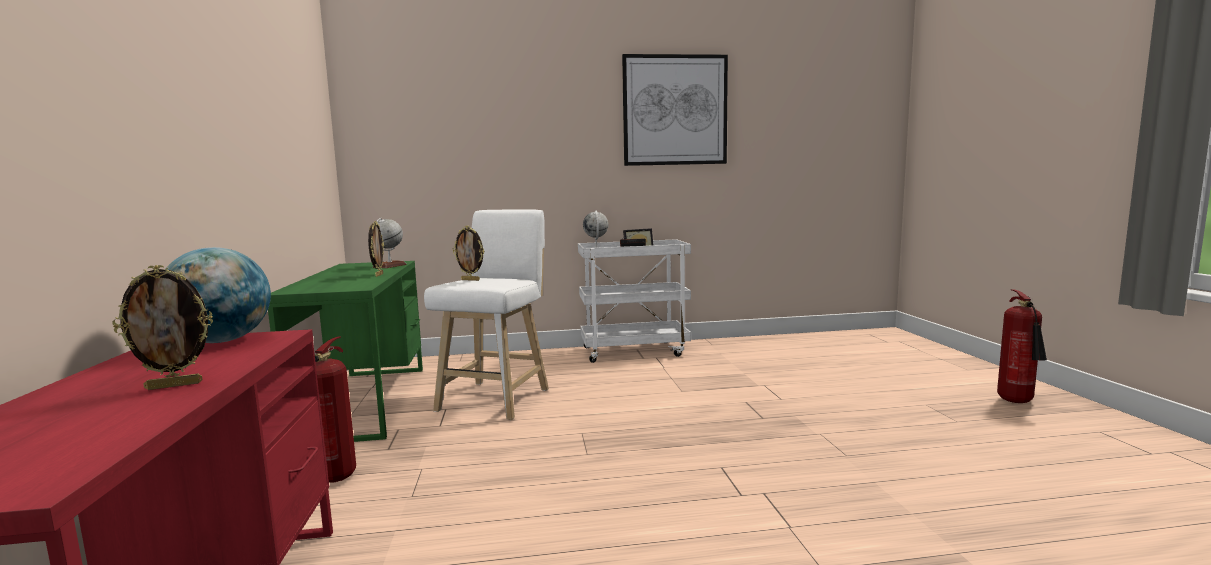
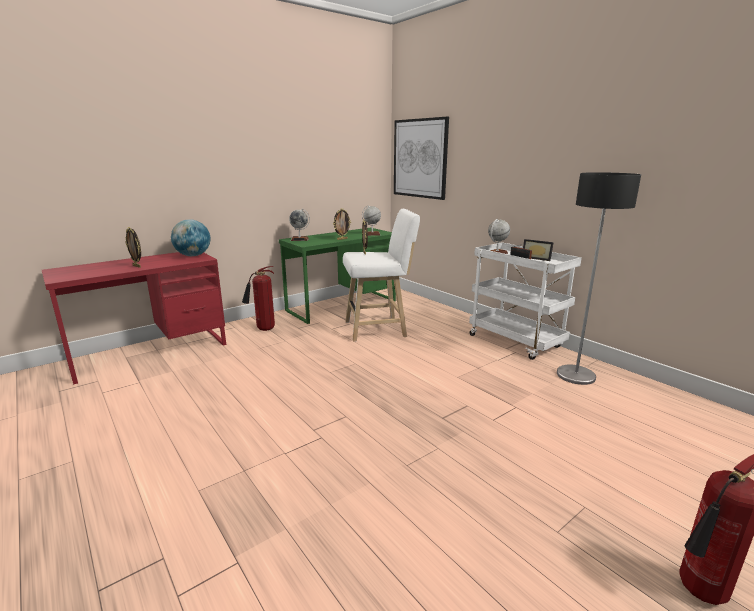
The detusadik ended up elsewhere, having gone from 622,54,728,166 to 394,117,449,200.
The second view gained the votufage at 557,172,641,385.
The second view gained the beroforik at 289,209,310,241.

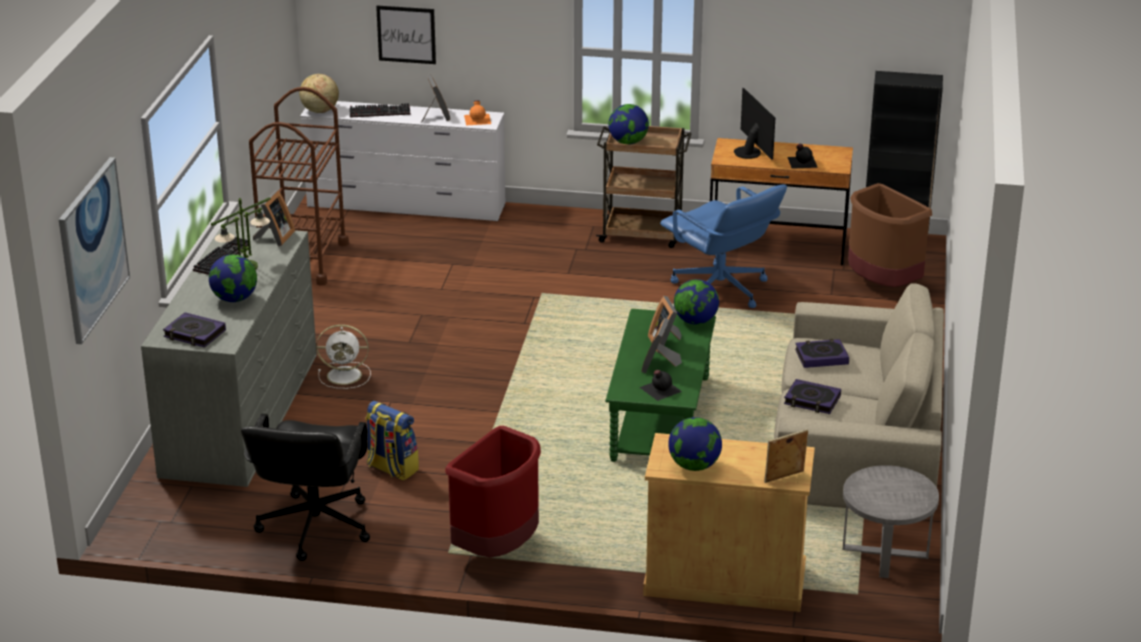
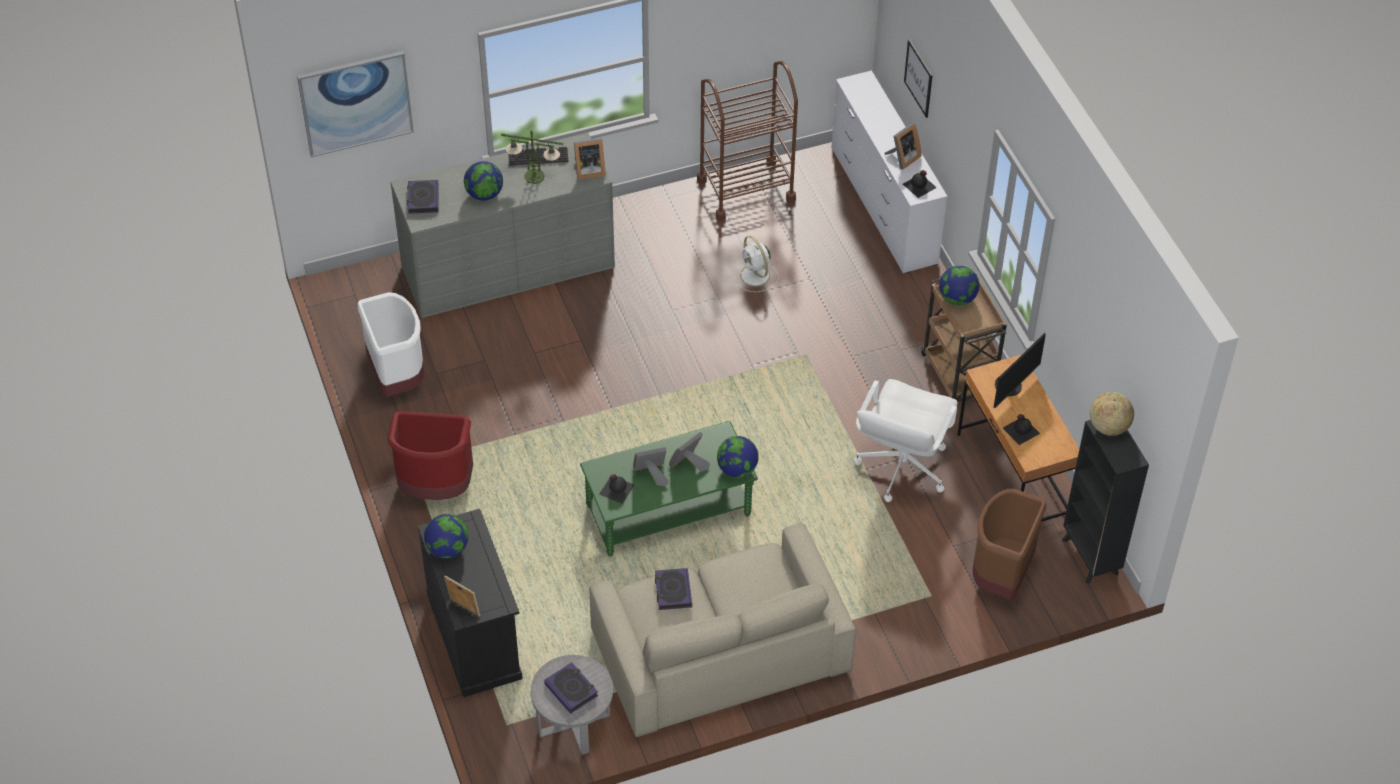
The beroforik ended up elsewhere, having gone from 299,74,339,113 to 1090,392,1134,436.
What was the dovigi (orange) at 464,100,491,125 turned into the dovigi (black) at 903,170,937,198.
The second view lost the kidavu at 349,103,410,118.
What was the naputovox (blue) at 660,184,787,308 turned into the naputovox (white) at 854,379,958,502.
The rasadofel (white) ended up elsewhere, having gone from 316,324,371,389 to 734,236,779,292.
The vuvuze ended up elsewhere, having gone from 795,339,849,368 to 544,662,598,714.
The second view lost the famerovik at 365,401,419,481.
Where the naputovox (black) stood at 241,414,370,561, the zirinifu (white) came to stand at 358,292,424,397.
What was the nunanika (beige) at 643,433,815,612 turned into the nunanika (black) at 418,509,523,697.

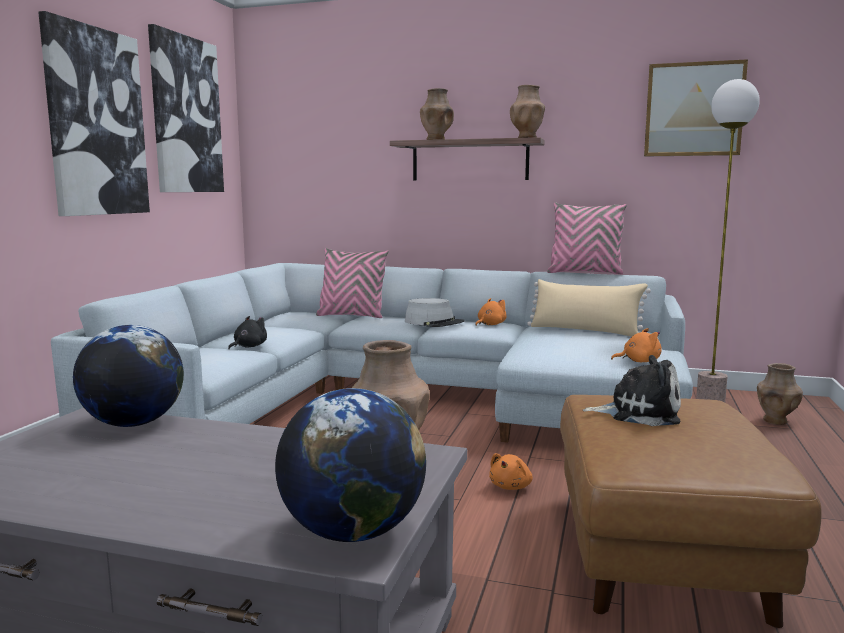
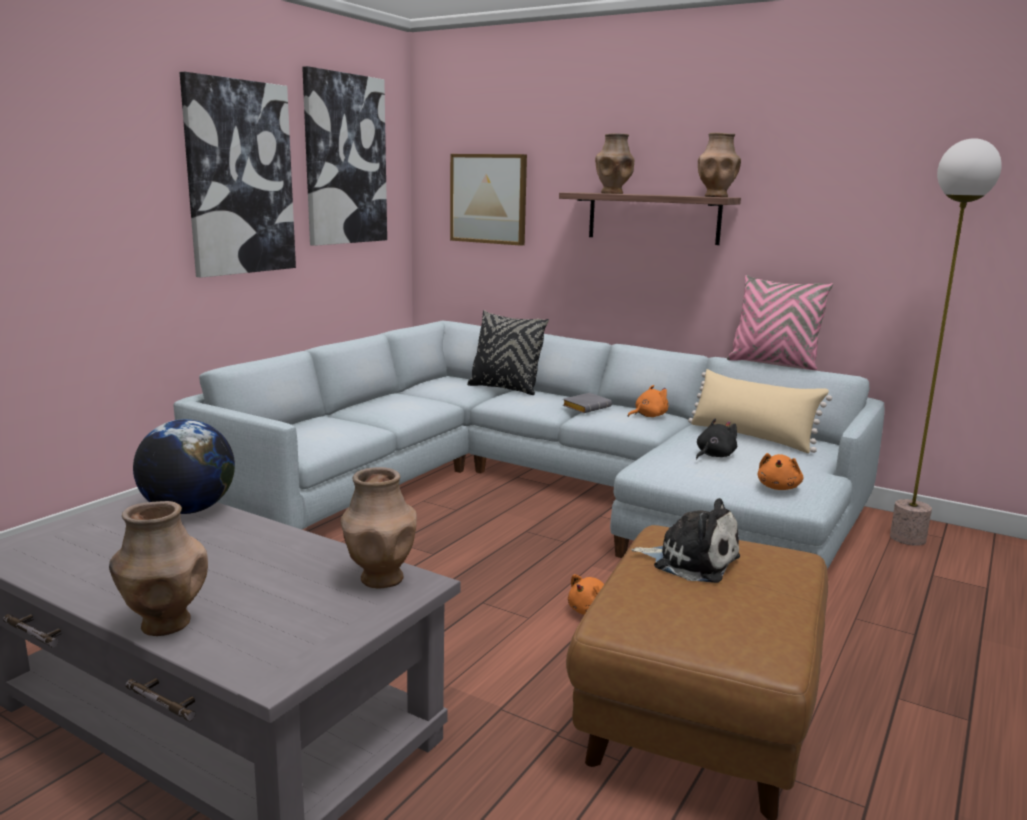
The detusadik ended up elsewhere, having gone from 644,59,748,157 to 450,154,527,246.
What was the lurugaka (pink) at 316,248,389,318 turned into the lurugaka (black) at 467,310,549,395.
Where the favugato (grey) stood at 405,298,465,327, the vuvuze (grey) came to stand at 562,393,612,413.
The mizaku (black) ended up elsewhere, having gone from 228,316,267,349 to 696,419,737,459.
The mizaku (orange) at 611,328,662,363 ended up facing another way, 105 degrees clockwise from before.
The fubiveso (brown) ended up elsewhere, having gone from 757,363,803,425 to 109,501,208,636.
The second view lost the beroforik at 275,388,426,542.

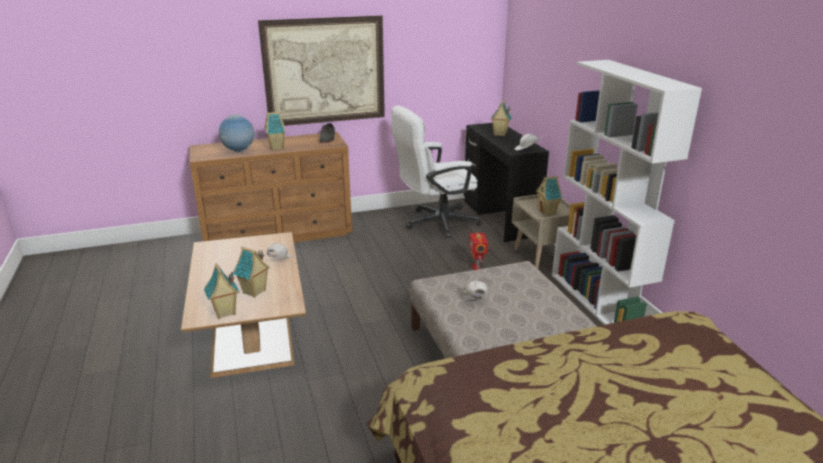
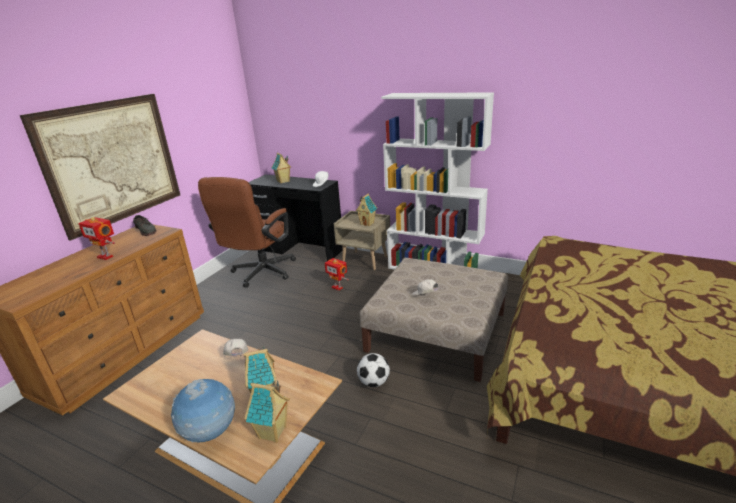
What was the naputovox (white) at 391,105,482,238 turned into the naputovox (brown) at 198,177,296,288.
Where the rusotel stood at 265,112,286,150, the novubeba came to stand at 78,217,115,260.
The beroforik ended up elsewhere, having gone from 218,114,256,153 to 171,379,235,443.
The second view gained the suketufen at 357,353,390,387.

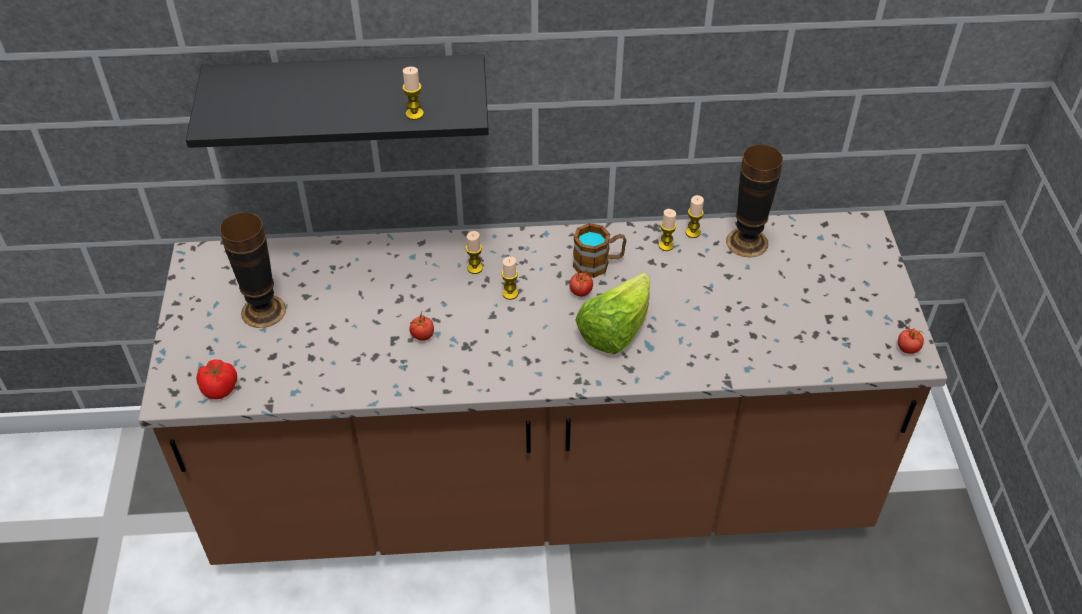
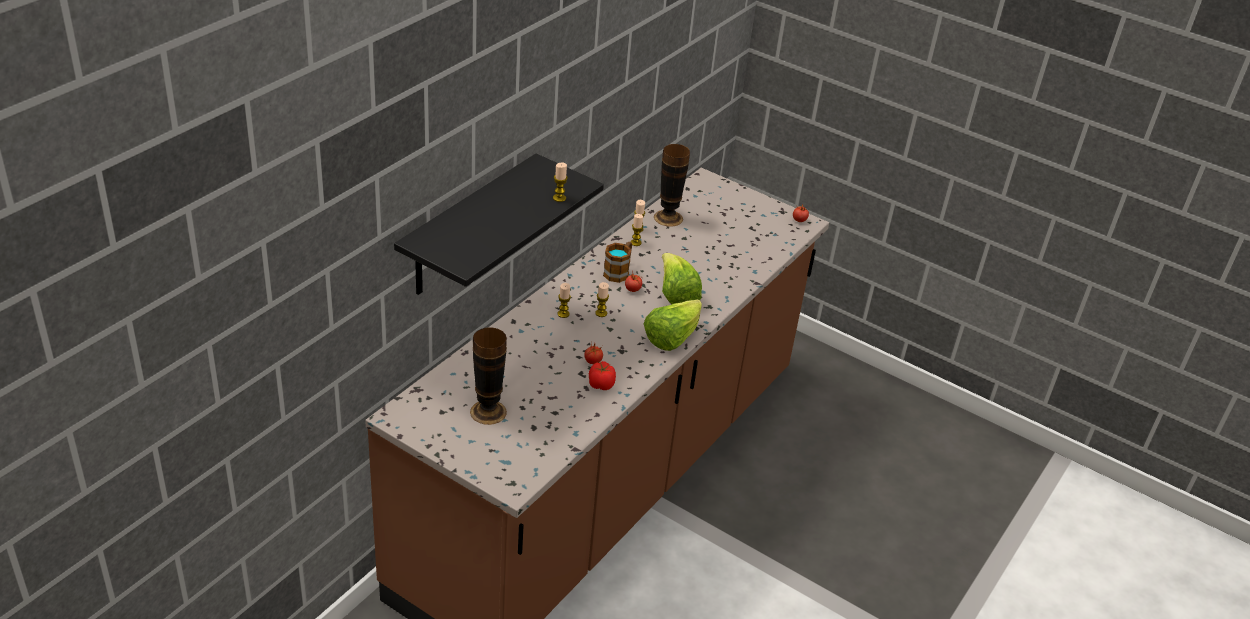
The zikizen ended up elsewhere, having gone from 196,360,237,399 to 589,361,616,390.
The second view gained the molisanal at 644,299,702,351.

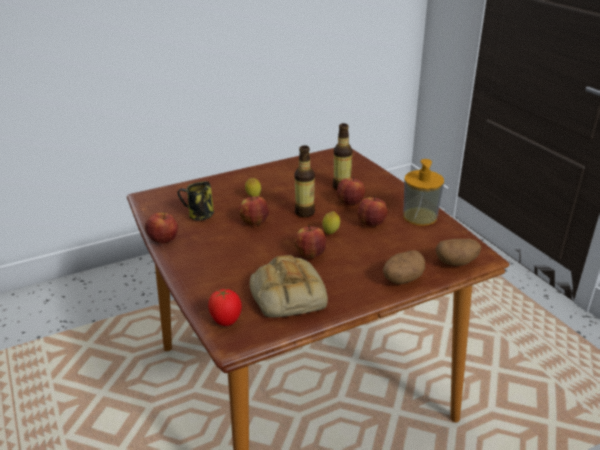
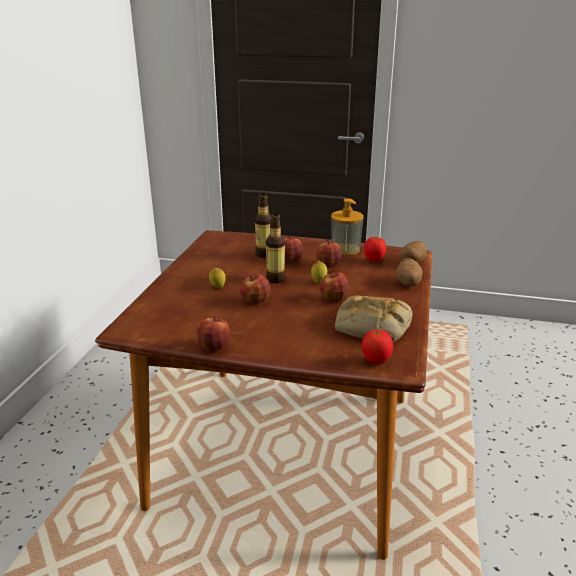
The second view lost the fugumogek at 177,181,214,221.
The second view gained the zikizen at 364,237,386,262.

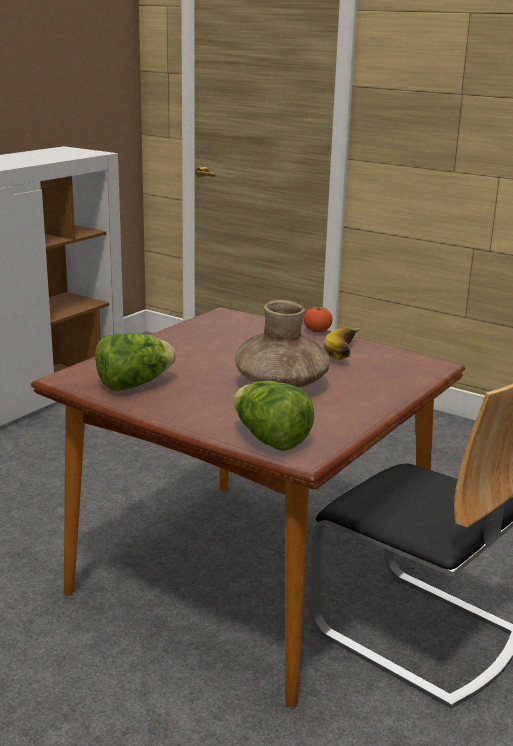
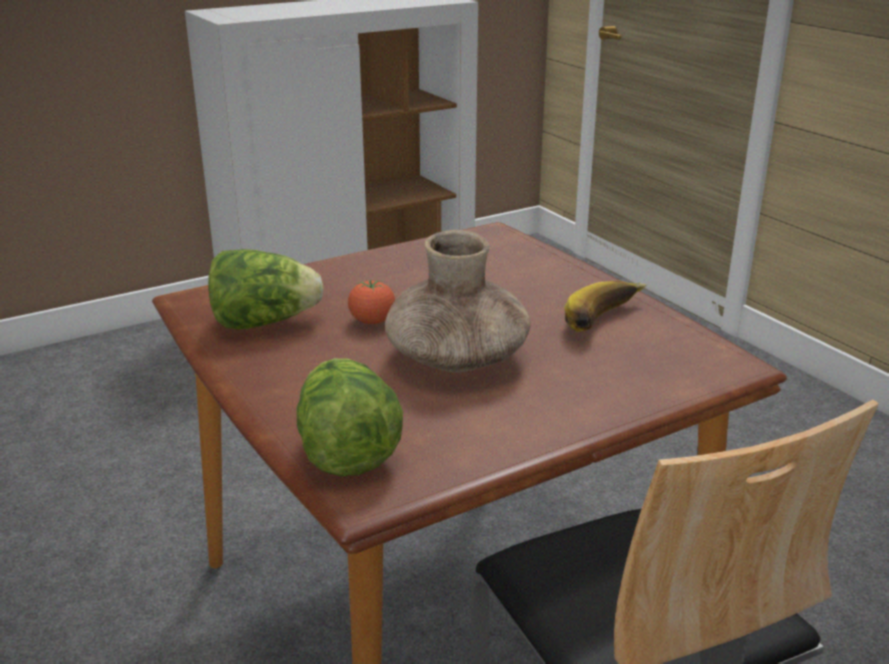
The zikizen ended up elsewhere, having gone from 304,306,332,333 to 348,279,395,324.

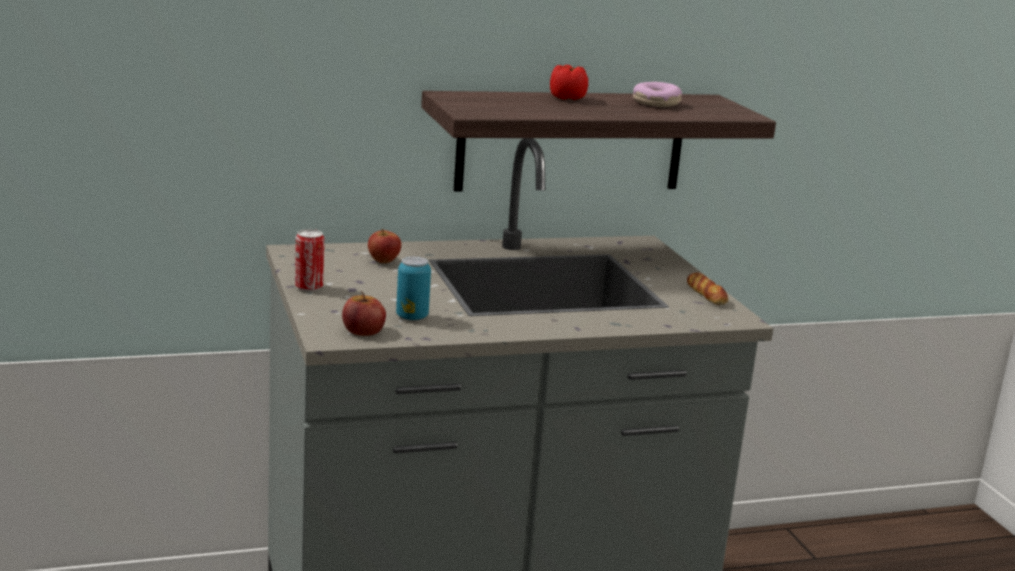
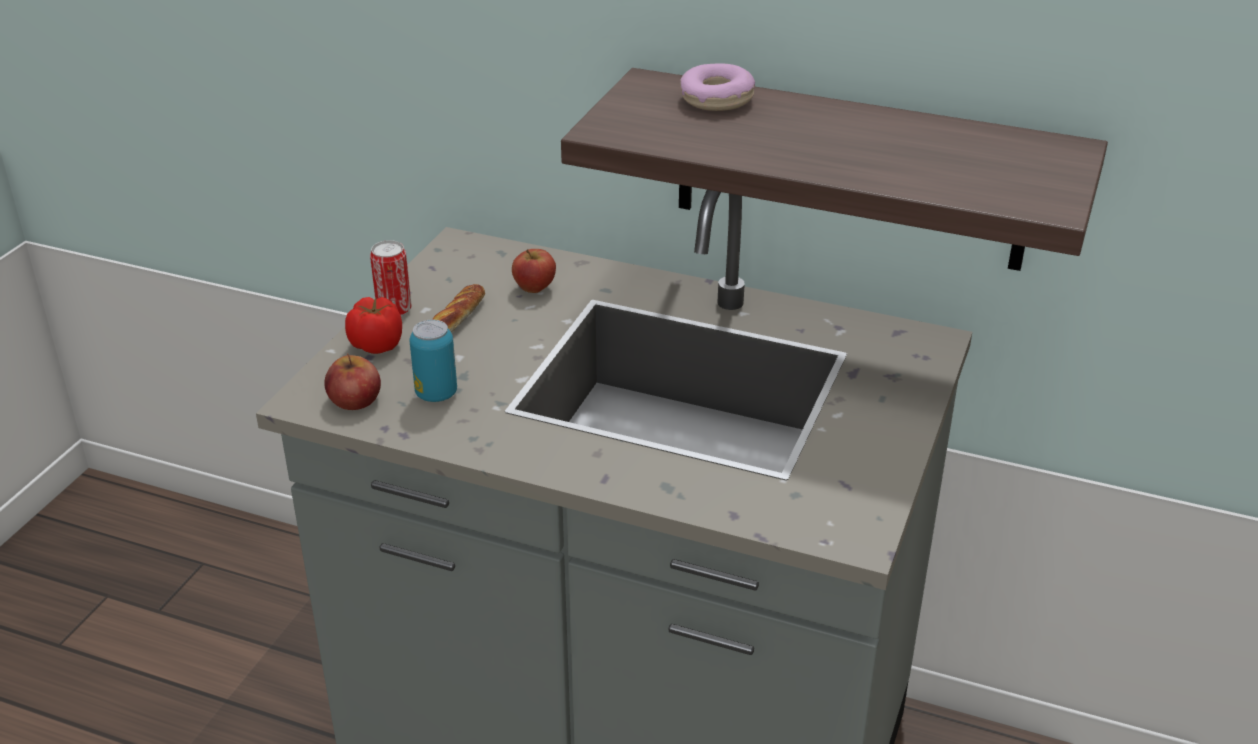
The zikizen ended up elsewhere, having gone from 550,65,588,100 to 345,297,402,354.
The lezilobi ended up elsewhere, having gone from 633,82,682,107 to 680,63,755,111.
The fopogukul ended up elsewhere, having gone from 687,273,728,305 to 433,284,485,332.

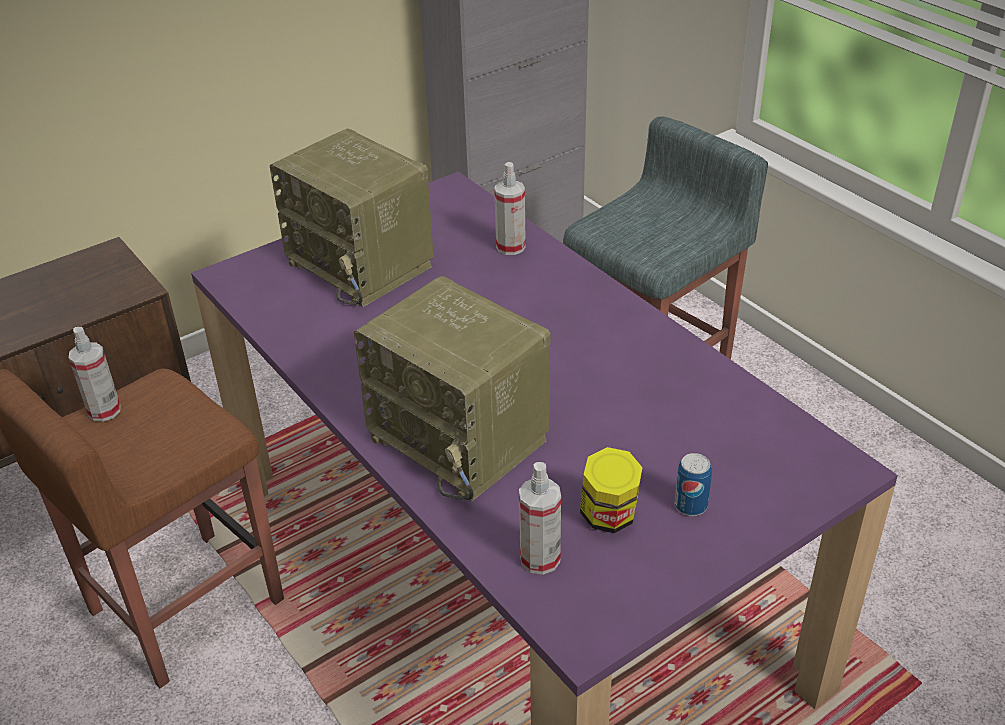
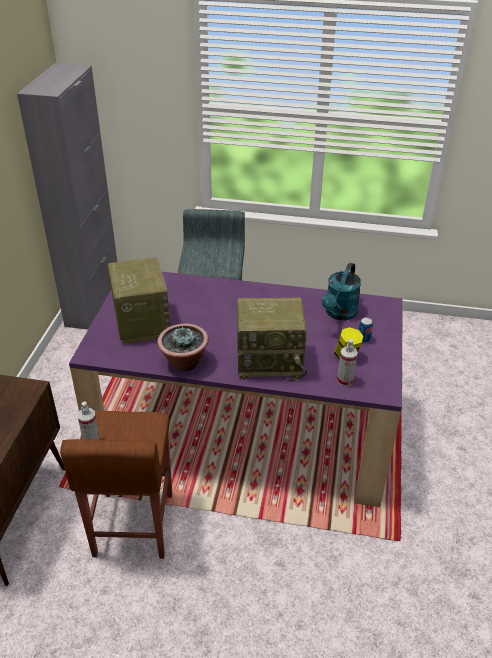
The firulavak at 270,128,434,307 ended up facing another way, 105 degrees counterclockwise from before.
The second view lost the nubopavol at 494,162,526,255.
The second view gained the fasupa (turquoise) at 321,263,361,320.
The second view gained the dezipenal at 158,324,209,371.

